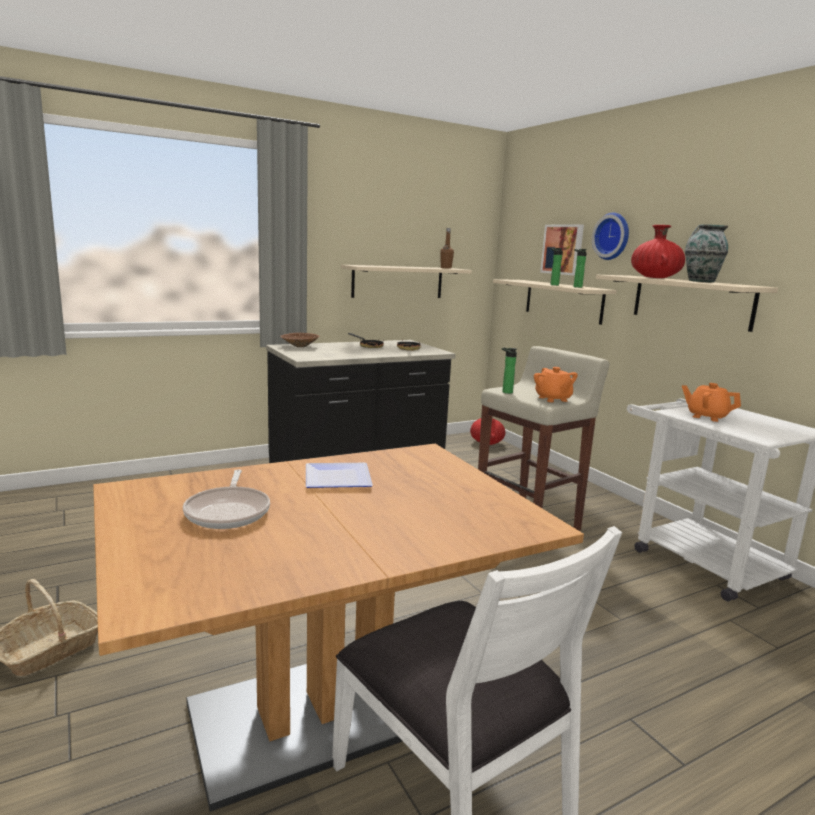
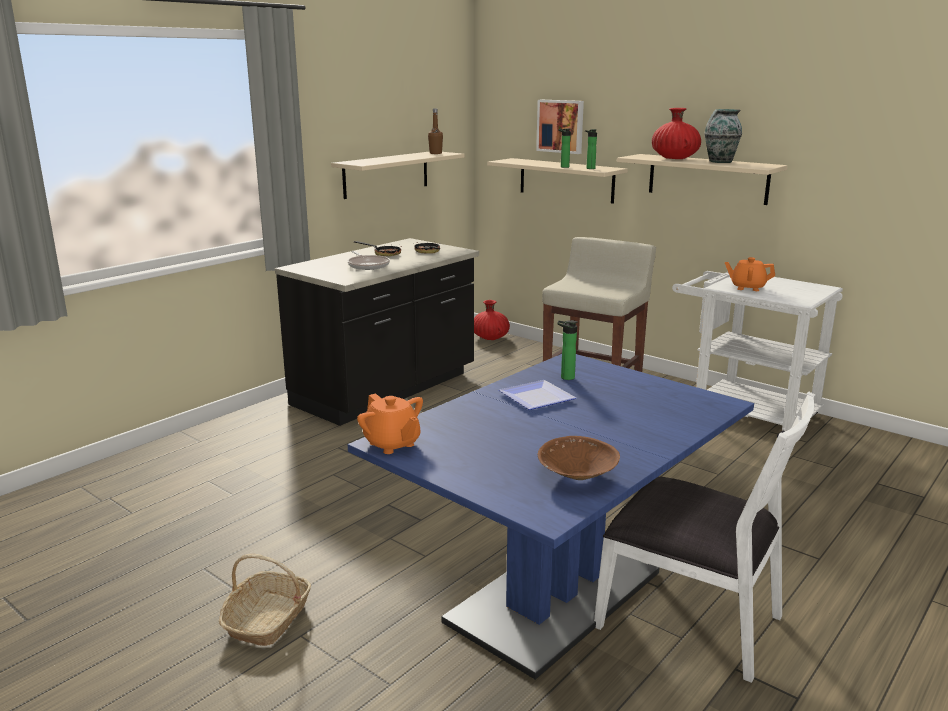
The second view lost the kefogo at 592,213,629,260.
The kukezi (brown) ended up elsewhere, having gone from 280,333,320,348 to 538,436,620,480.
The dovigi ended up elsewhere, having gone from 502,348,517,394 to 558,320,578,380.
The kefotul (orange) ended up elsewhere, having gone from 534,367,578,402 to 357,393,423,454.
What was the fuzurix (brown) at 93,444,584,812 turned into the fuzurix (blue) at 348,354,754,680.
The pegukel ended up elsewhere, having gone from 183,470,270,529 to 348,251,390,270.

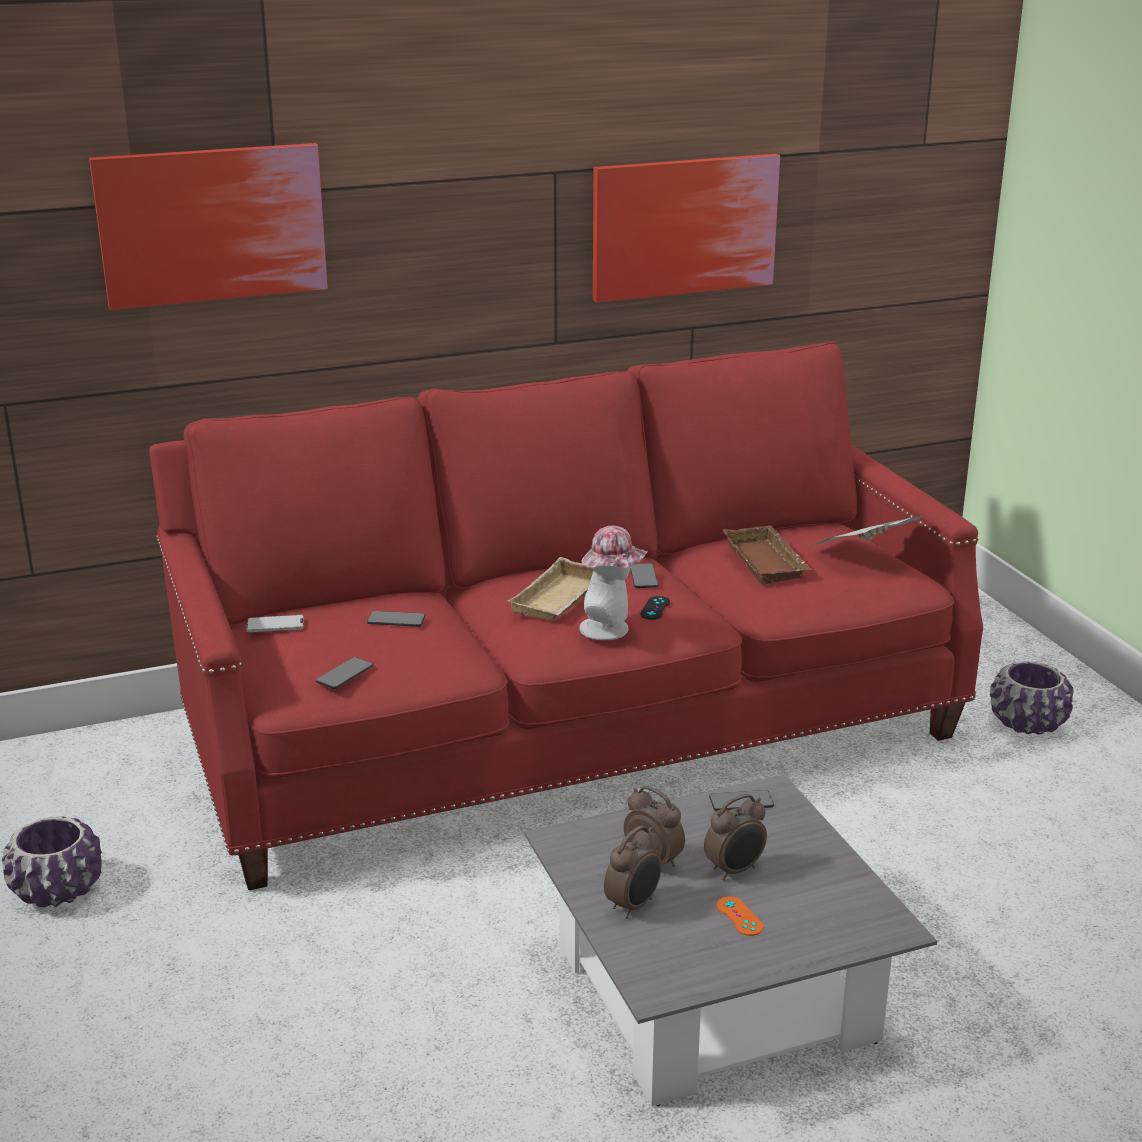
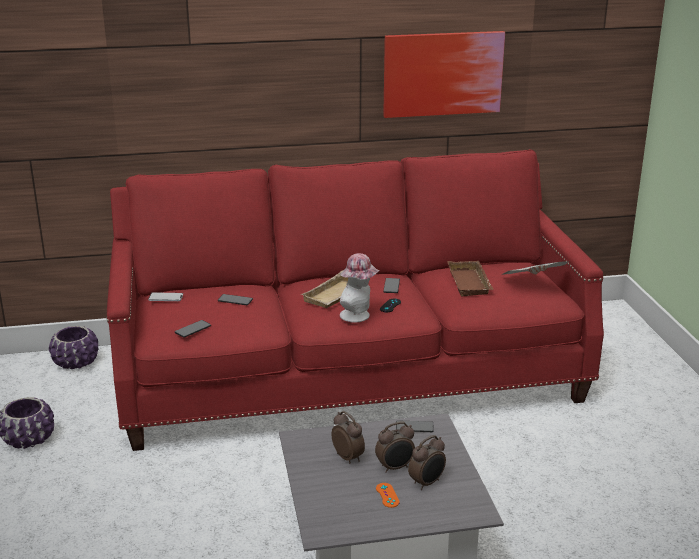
The second view lost the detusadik at 89,143,328,310.
The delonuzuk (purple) ended up elsewhere, having gone from 990,661,1074,735 to 49,326,99,369.
The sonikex ended up elsewhere, having gone from 604,825,662,918 to 408,435,446,490.

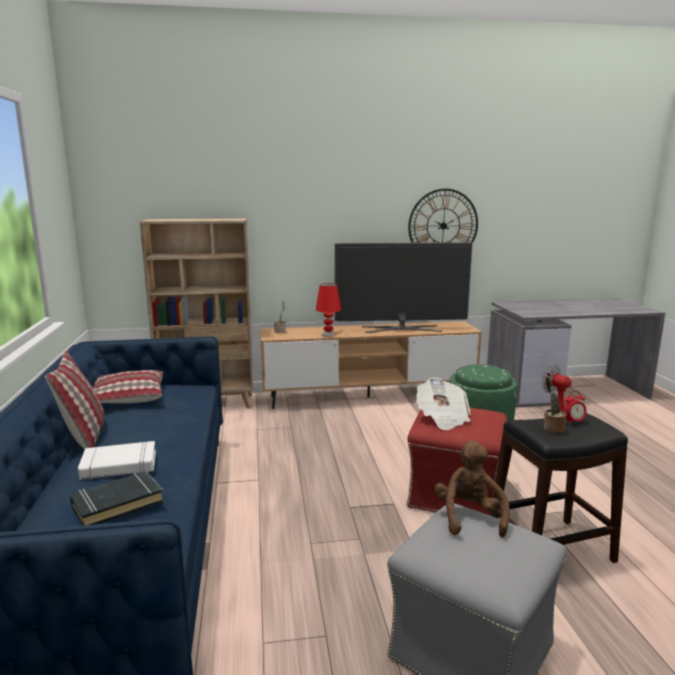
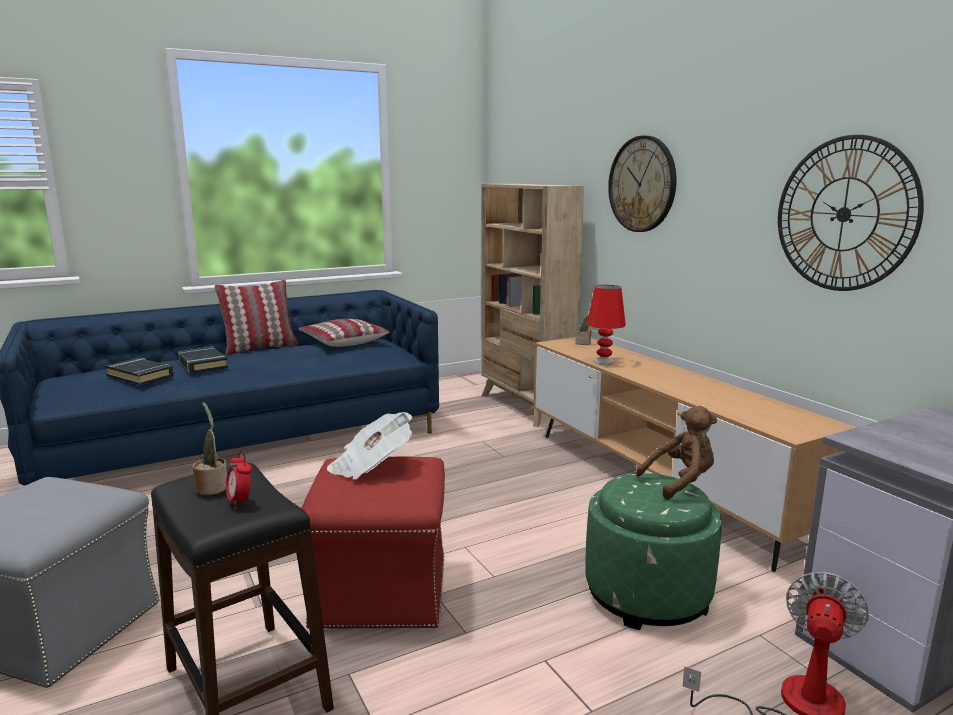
The second view lost the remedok at 335,242,472,333.
The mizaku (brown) ended up elsewhere, having gone from 435,440,510,537 to 636,406,717,500.
What was the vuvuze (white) at 78,441,156,480 turned into the vuvuze (black) at 178,347,228,373.
The second view gained the kefogo at 608,135,677,232.

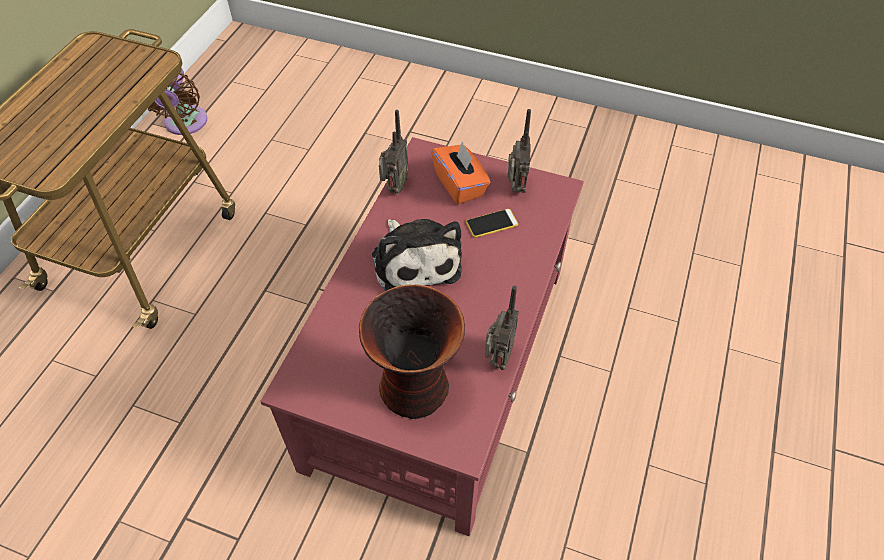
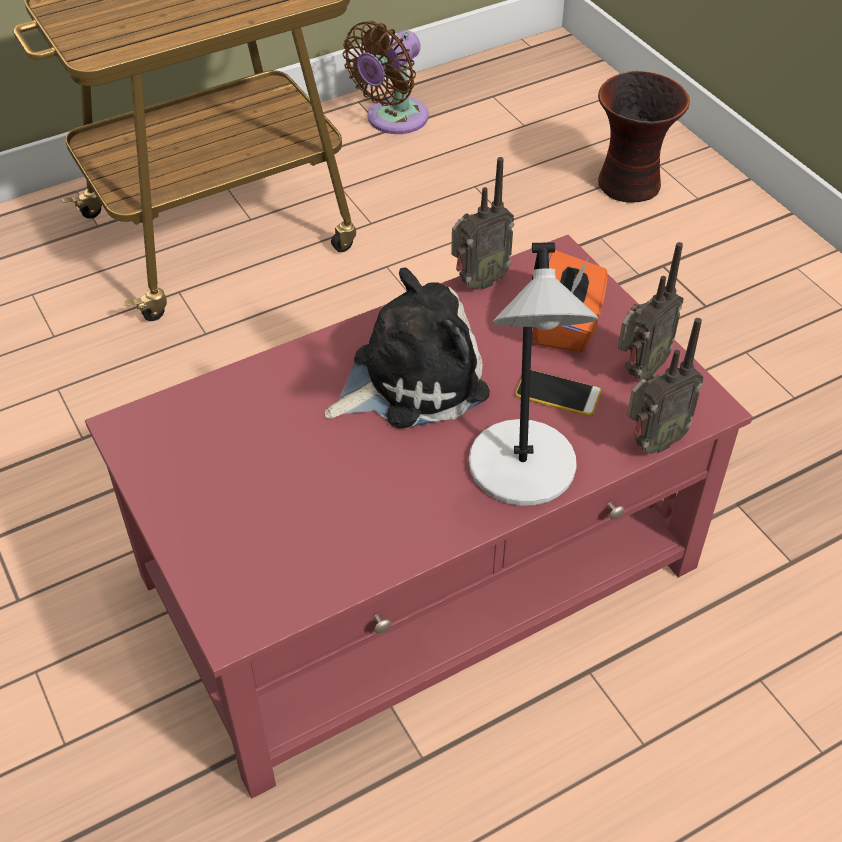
The mizaku at 372,219,462,291 ended up facing another way, 135 degrees counterclockwise from before.
The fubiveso ended up elsewhere, having gone from 359,285,465,419 to 598,71,690,203.
The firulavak ended up elsewhere, having gone from 485,286,519,370 to 627,318,704,454.
The second view gained the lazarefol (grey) at 469,242,598,506.

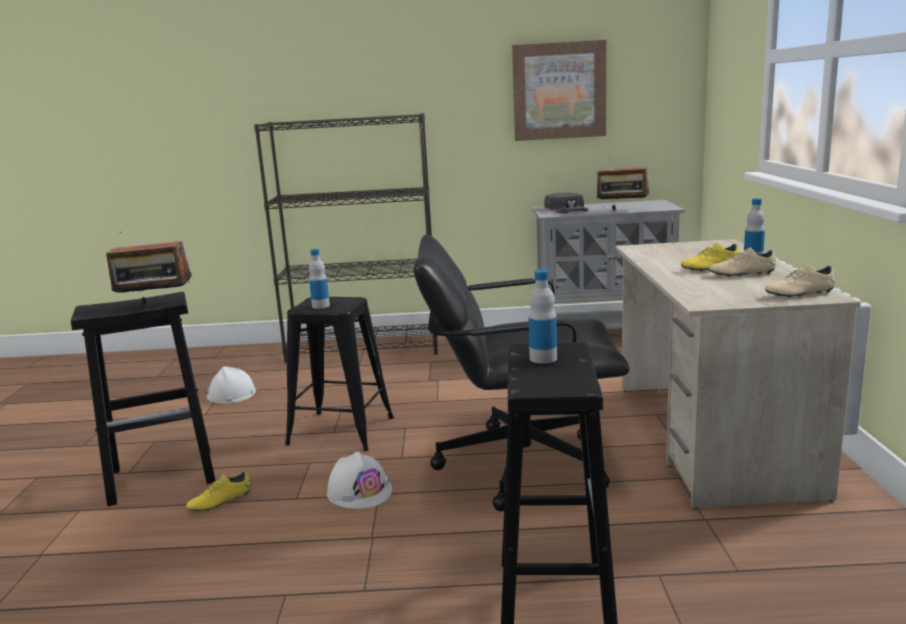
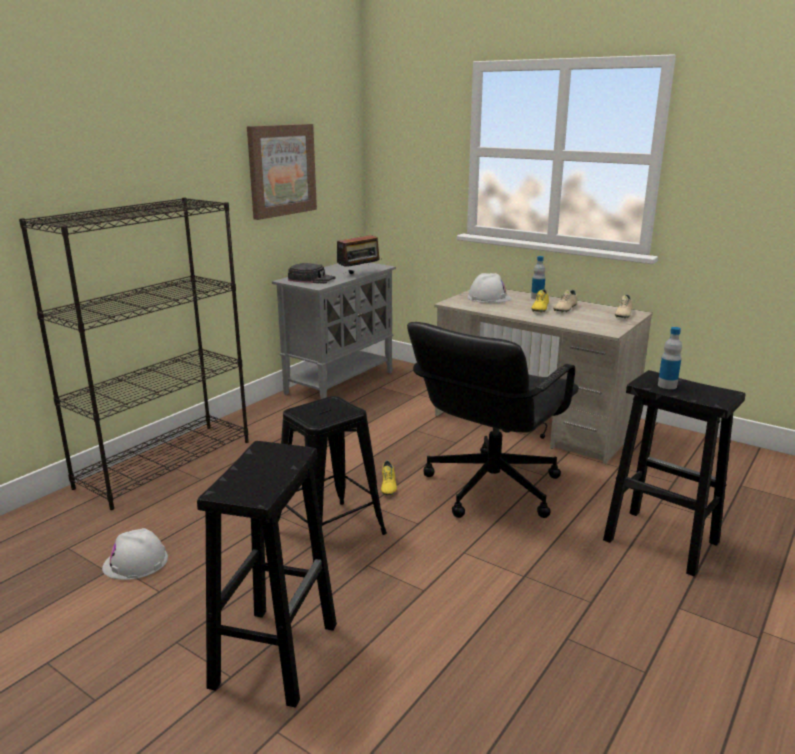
The second view lost the firulavak at 106,232,192,305.
The second view lost the dovigi at 309,249,330,309.
The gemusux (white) ended up elsewhere, having gone from 327,451,392,509 to 467,273,512,303.
The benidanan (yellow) ended up elsewhere, having gone from 186,471,251,512 to 381,461,397,495.

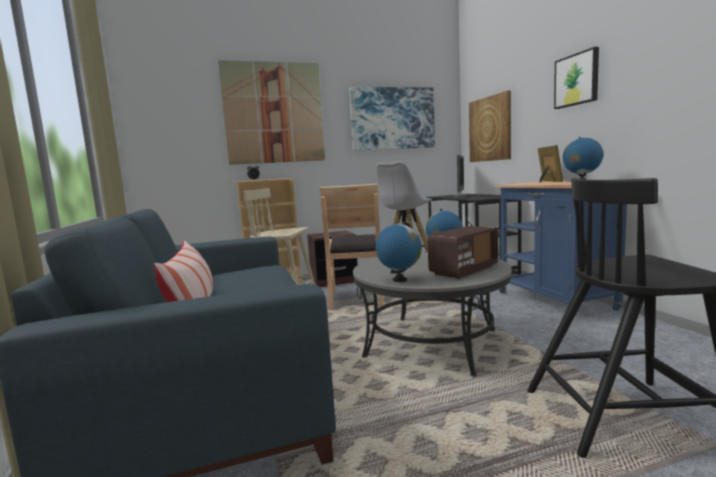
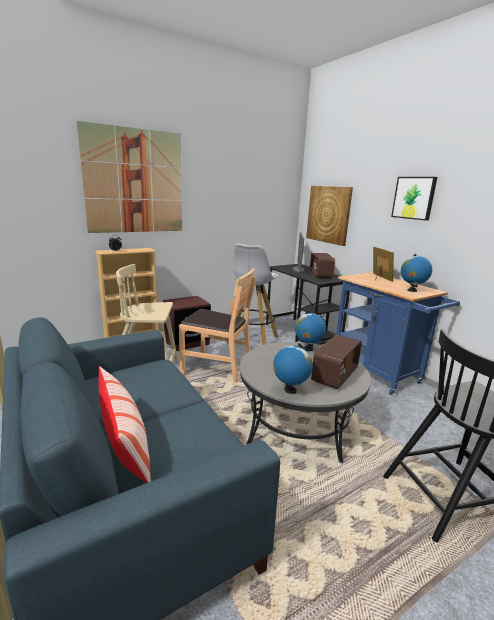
The second view lost the detusadik at 349,87,435,151.
The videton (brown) at 320,183,384,310 ended up facing another way, 60 degrees counterclockwise from before.
The second view gained the firulavak at 310,253,335,279.

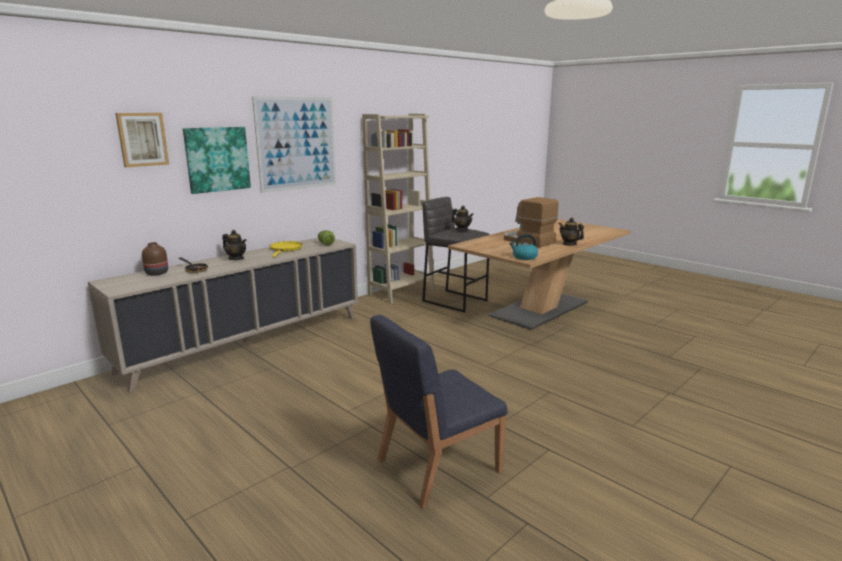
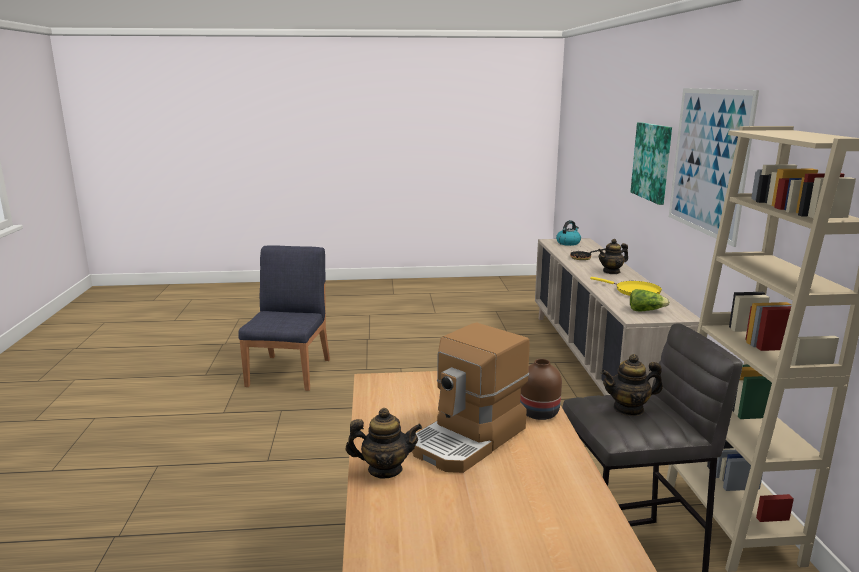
The second view lost the detusadik at 116,113,169,167.
The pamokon at 504,197,559,248 ended up facing another way, 135 degrees clockwise from before.
The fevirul ended up elsewhere, having gone from 509,234,538,260 to 556,220,581,246.
The fubiveso (brown) ended up elsewhere, having gone from 142,242,168,276 to 520,359,562,420.

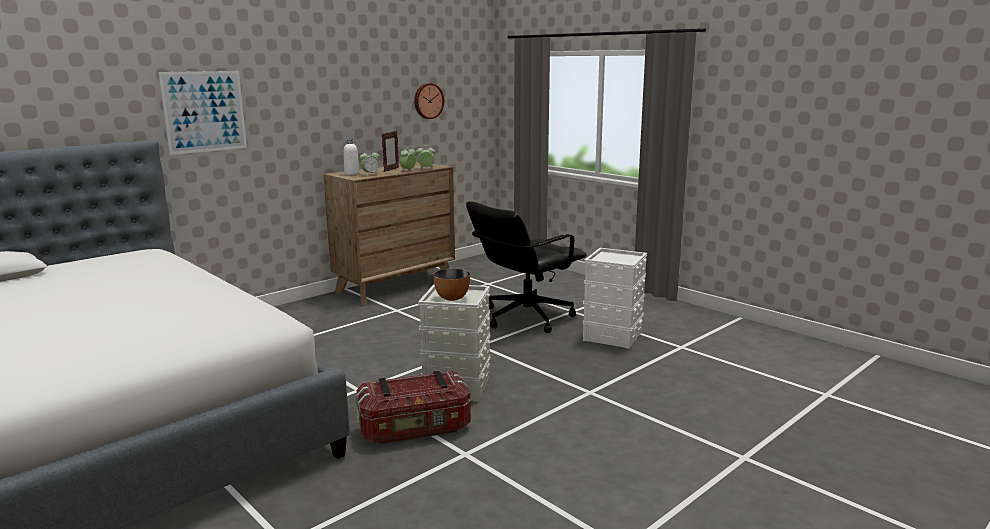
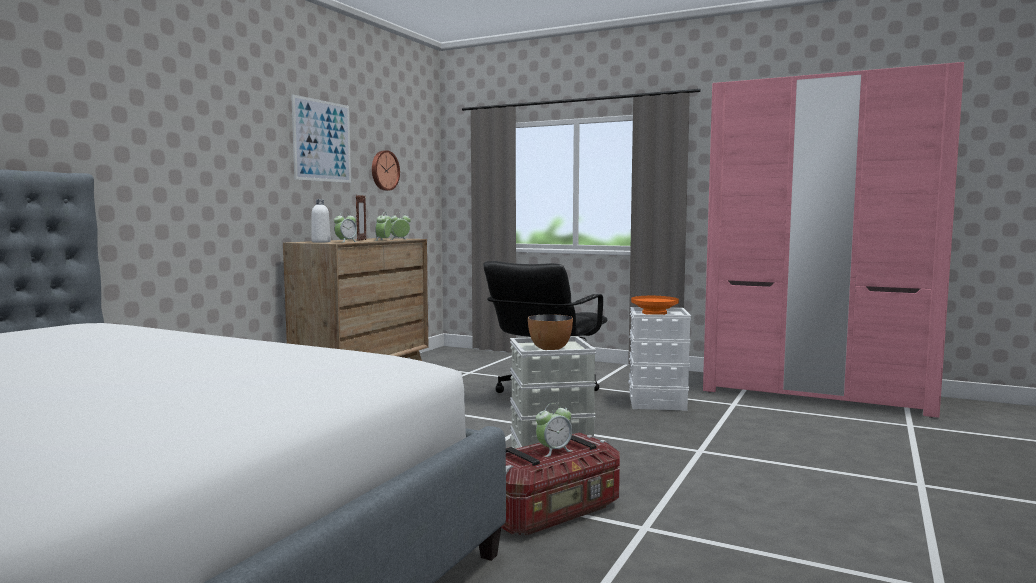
The detusadik ended up elsewhere, having gone from 158,71,247,155 to 291,94,351,183.
The second view gained the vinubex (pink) at 703,62,964,418.
The second view gained the kukezi (orange) at 631,296,679,315.
The second view gained the sonikex at 536,403,572,457.

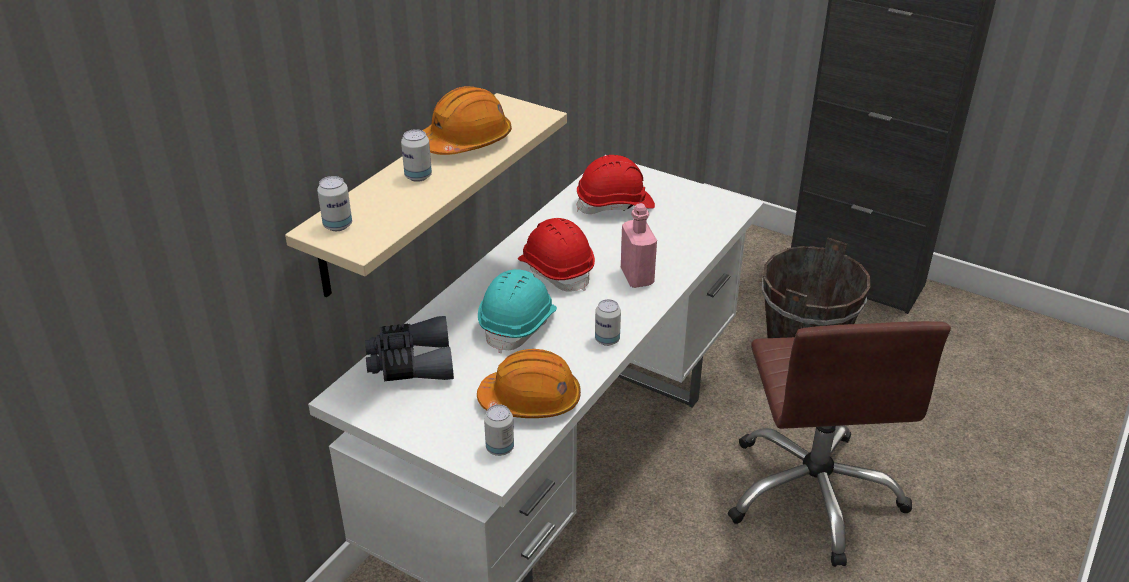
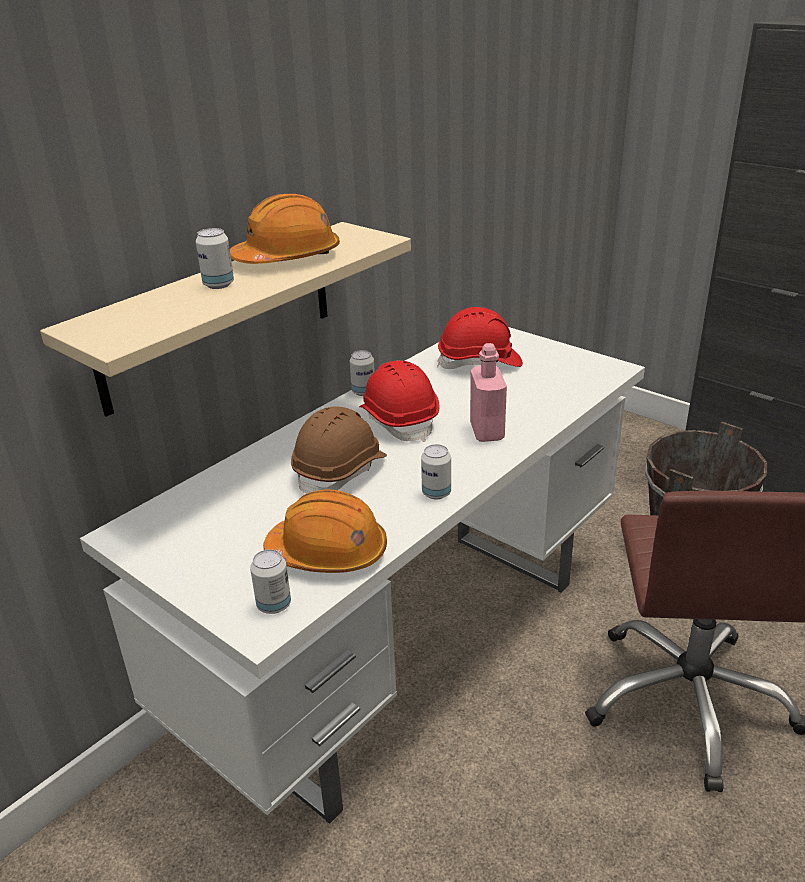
The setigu ended up elsewhere, having gone from 317,176,352,231 to 350,350,375,396.
What was the gemusux (turquoise) at 478,269,557,353 turned into the gemusux (brown) at 291,407,387,494.
The second view lost the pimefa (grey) at 365,316,454,381.

